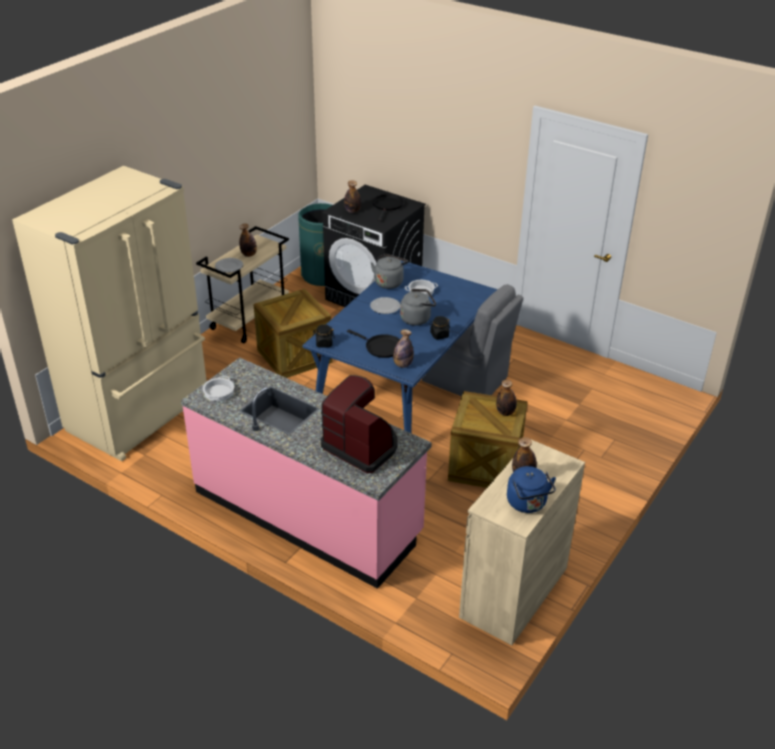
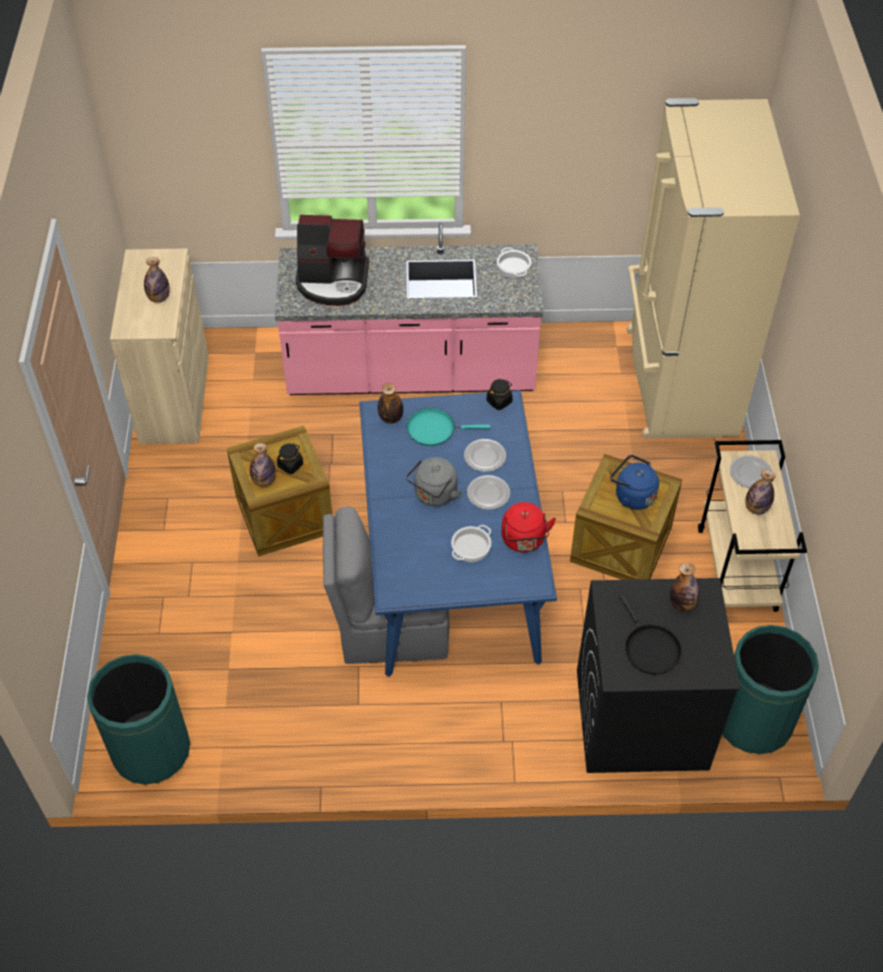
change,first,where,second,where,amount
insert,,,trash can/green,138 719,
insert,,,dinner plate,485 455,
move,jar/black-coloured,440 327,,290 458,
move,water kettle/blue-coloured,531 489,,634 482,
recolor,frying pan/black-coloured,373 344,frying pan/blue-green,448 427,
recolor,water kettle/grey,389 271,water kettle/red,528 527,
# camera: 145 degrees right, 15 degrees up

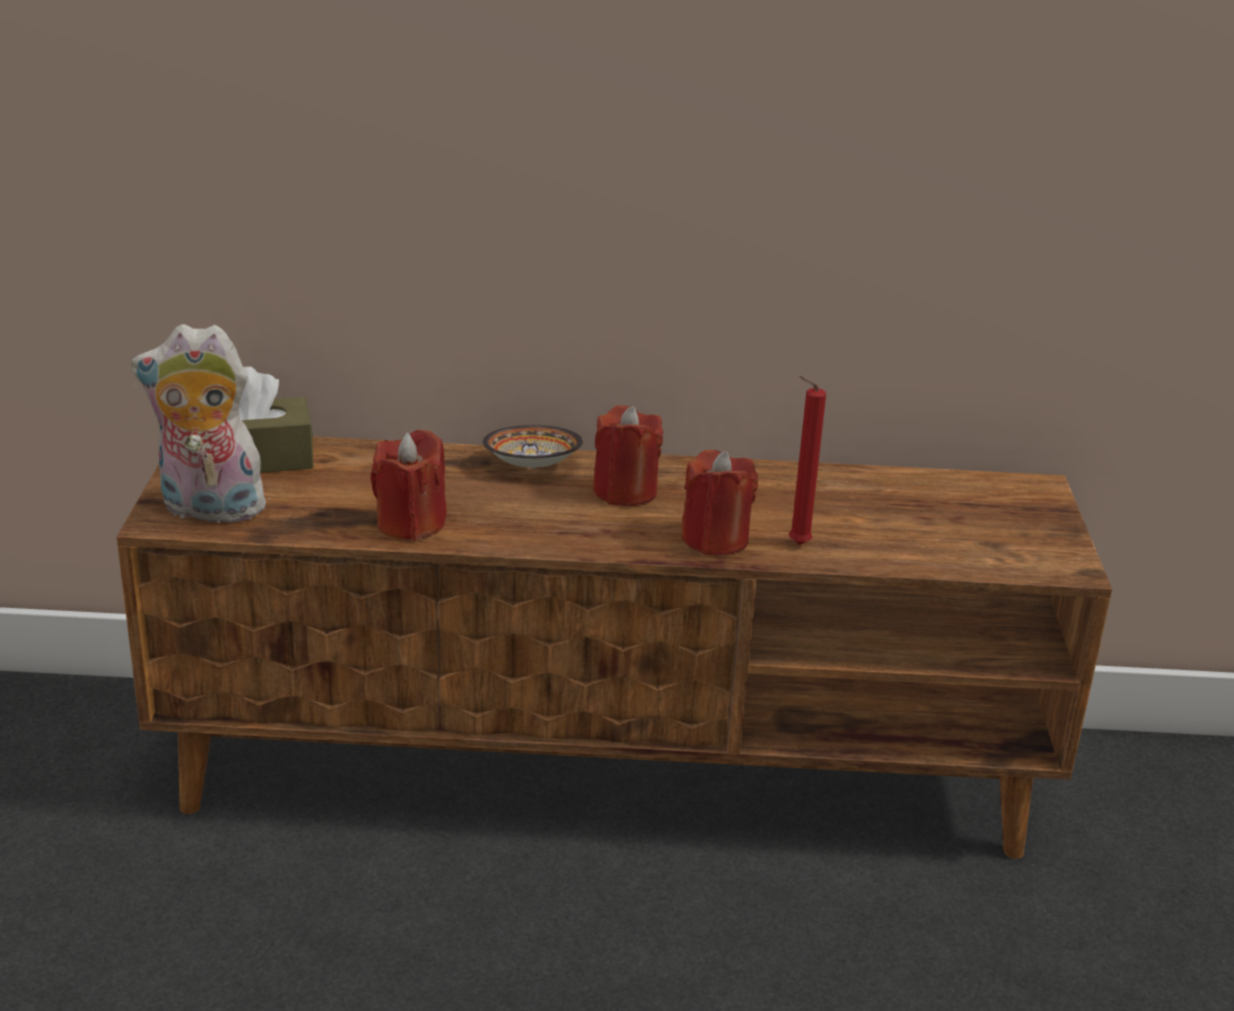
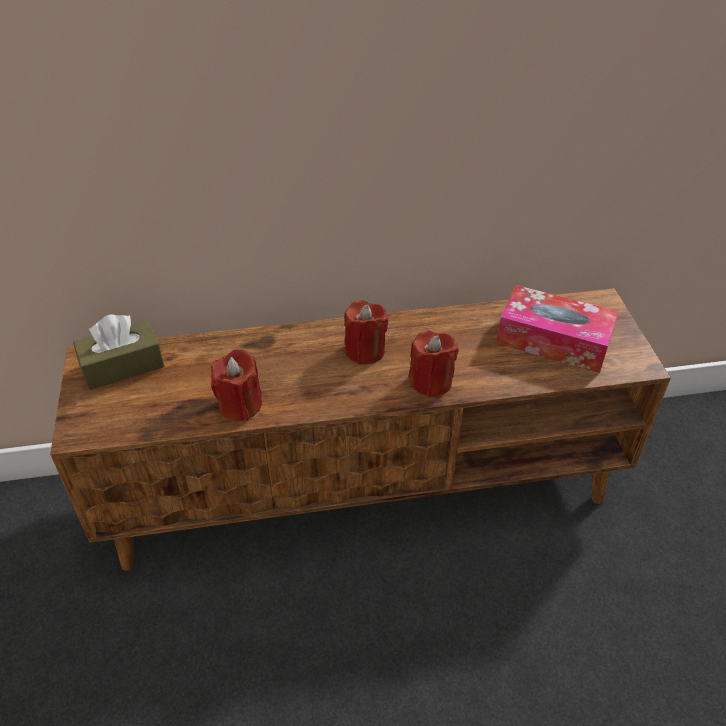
change,first,where,second,where,amount
delete,cuddly toy,203 426,,,
delete,deep dish,533 446,,,
delete,wax light/red,807 460,,,
insert,,,tissue box,557 329,
# camera: 10 degrees left, 15 degrees up

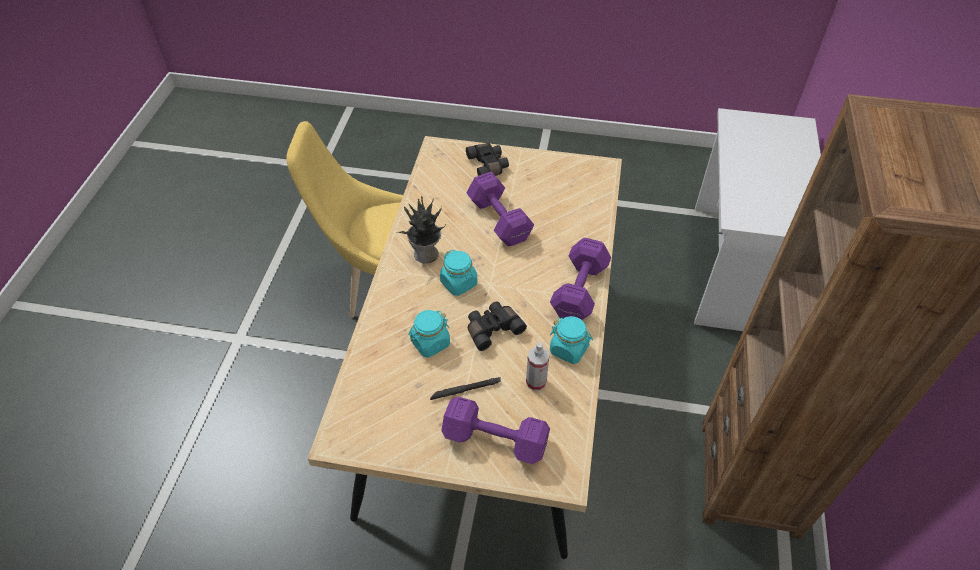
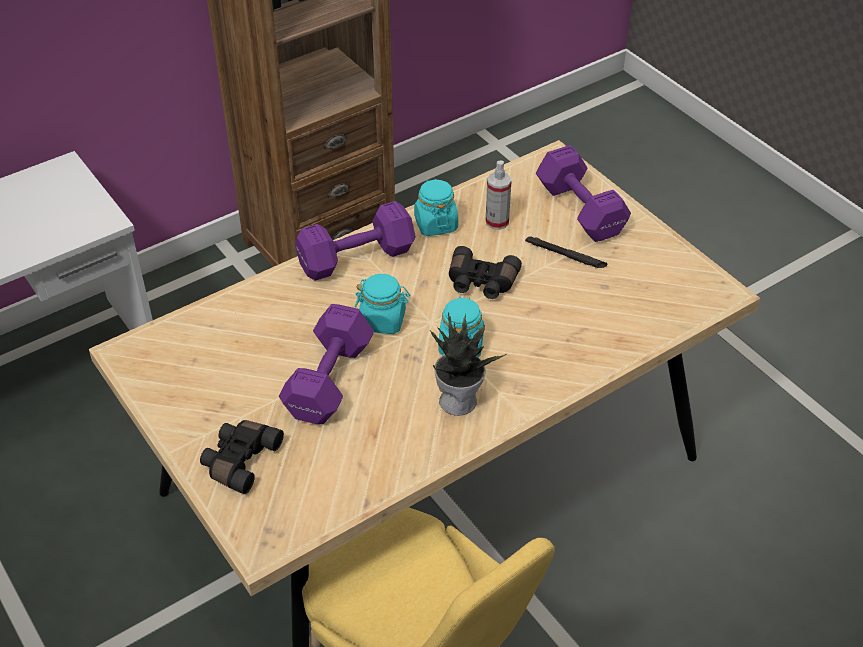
change,first,where,second,where,amount
move,jar/blue-green,429 334,,382 304,
# camera: 135 degrees left, 5 degrees down

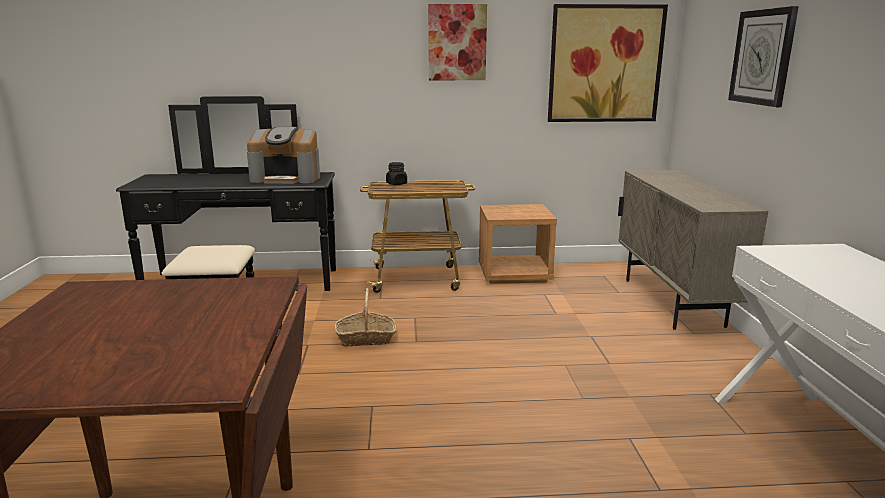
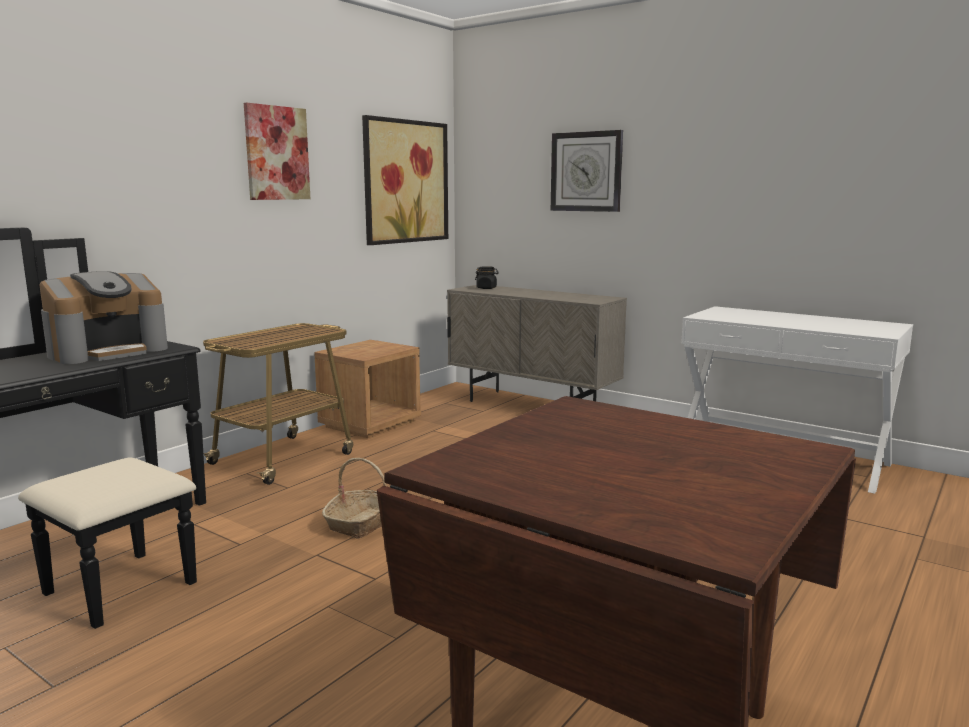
change,first,where,second,where,amount
move,jar/black-coloured,396 173,,487 277,
# camera: 50 degrees left, 5 degrees down

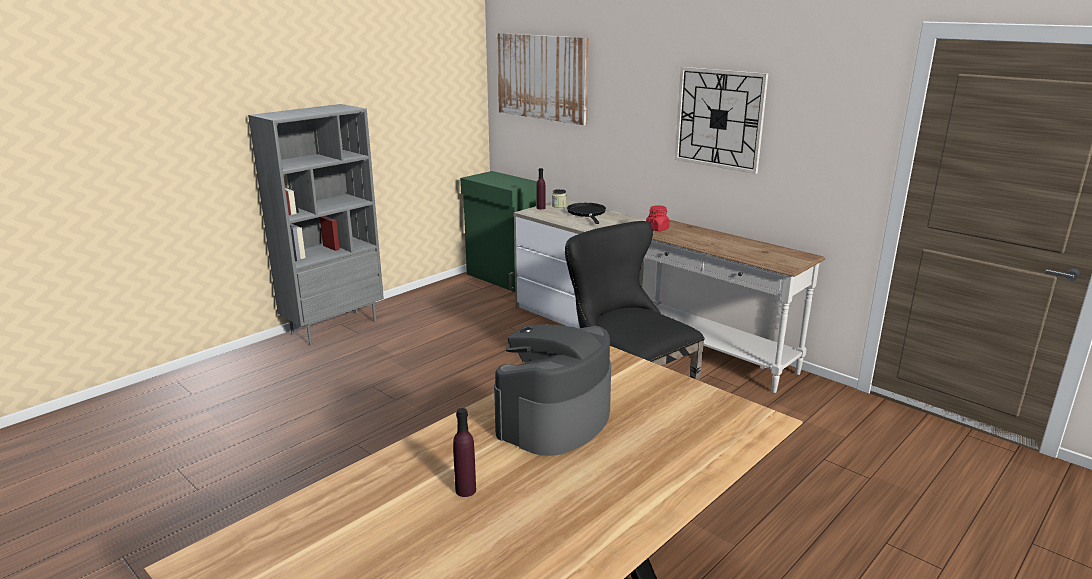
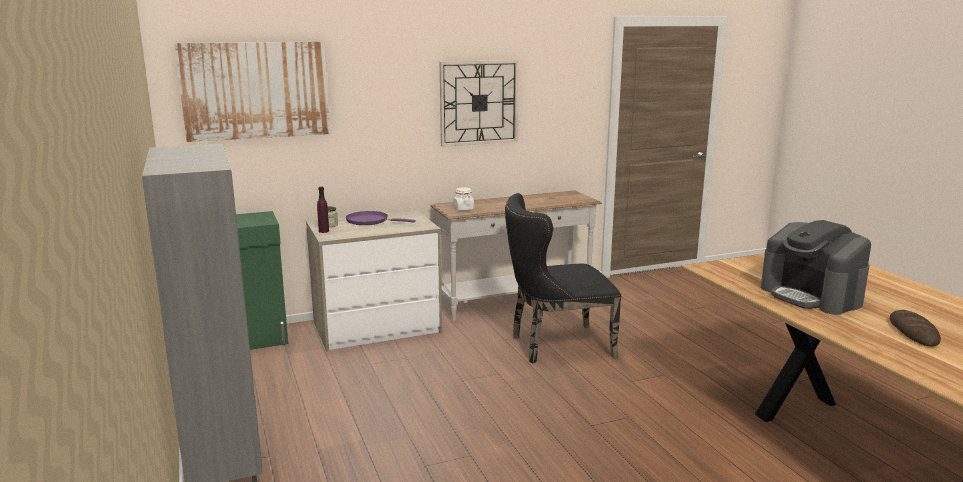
change,first,where,second,where,amount
replace,bottle/purplish,464 452,bread,915 328,
recolor,frying pan/black-coloured,586 213,frying pan/purplish,381 218,
recolor,jar/red,658 218,jar/whitish,463 199,
# camera: 65 degrees left, 5 degrees down

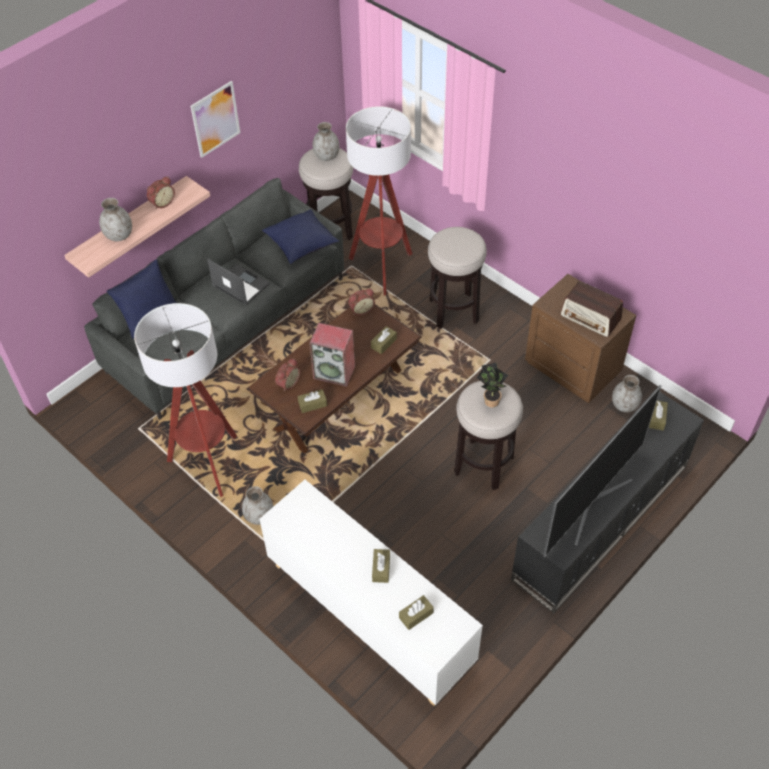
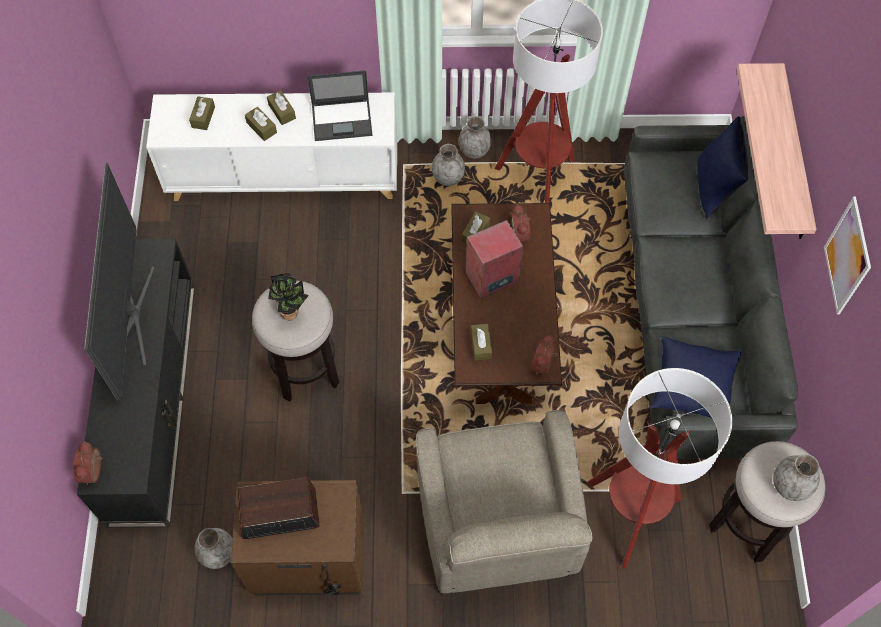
change,first,where,second,where,amount
move,flower vase/grey,115 219,,475 137,
move,table clock,161 193,,87 463,
move,laptop,238 282,,339 105,
move,tissue box/brown-coloured,658 415,,281 107,
replace,sitting stool,457 278,easy chair/sand-coloured,504 503,
# camera: 135 degrees right, 10 degrees up

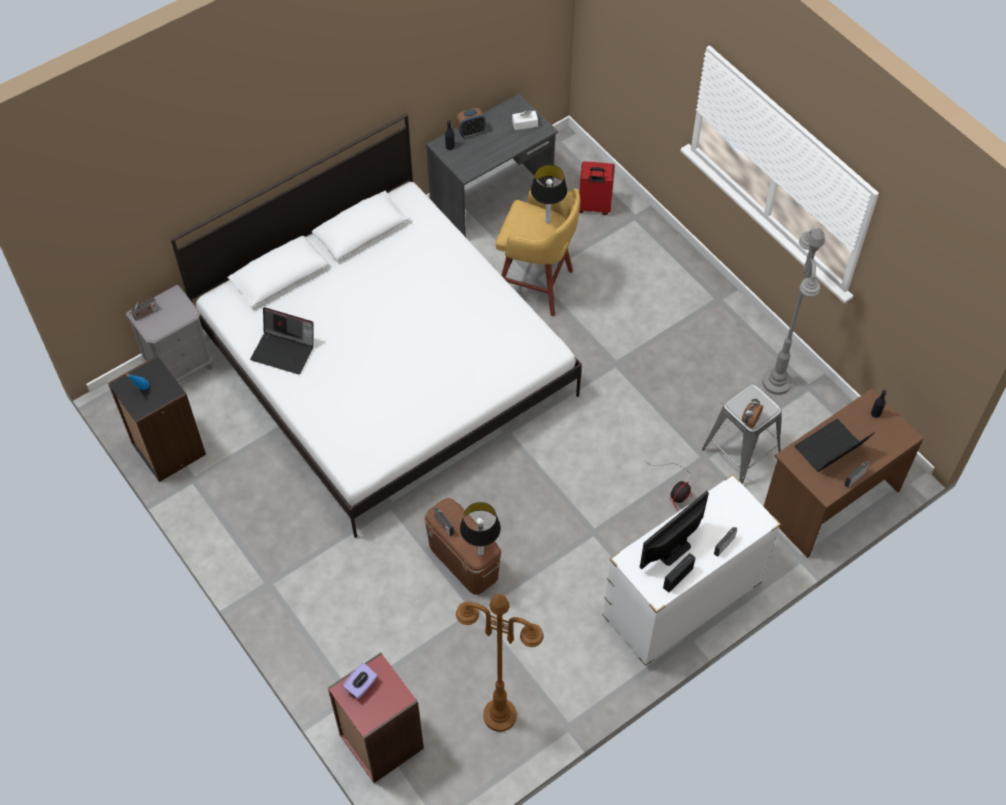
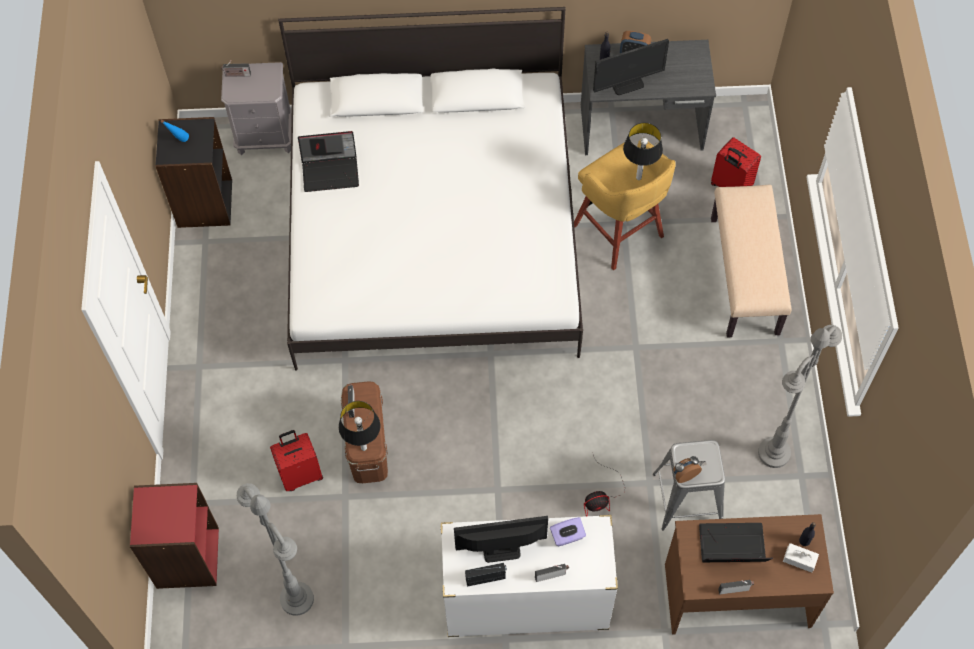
change,first,where,second,where,amount
insert,,,suitcase/red,296 460,
insert,,,computer display,631 67,
insert,,,long seat/sand-coloured,751 261,
move,tissue box/purplish,360 681,,568 532,
move,tissue box/whitish,525 120,,801 558,
recolor,standing lamp/brown-coloured,500 663,standing lamp/grey,275 549,
rotate,laptop,281 340,,328 161,60 degrees counterclockwise
# camera: 35 degrees right, 5 degrees up

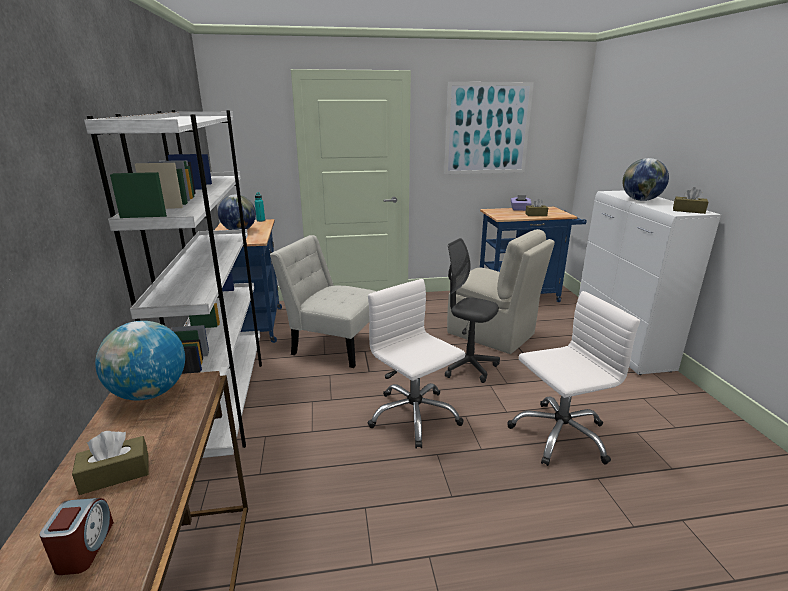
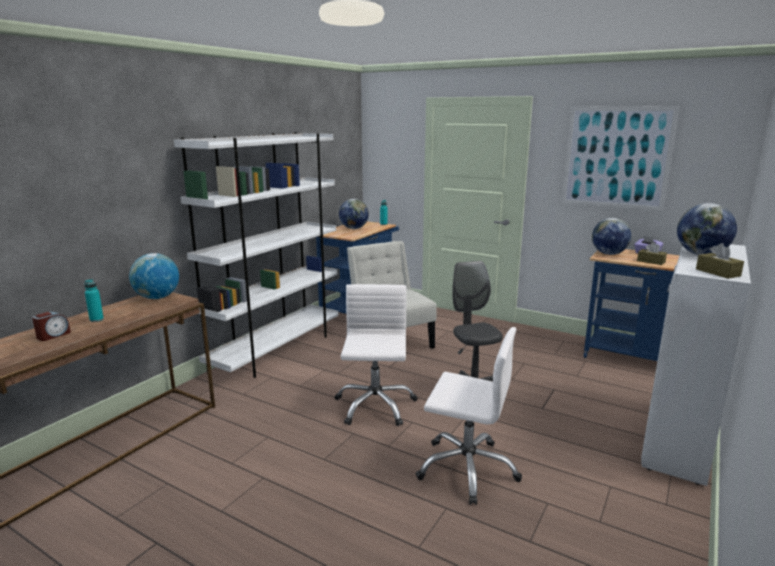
change,first,where,second,where,amount
delete,upright chair/sand-coloured,501 291,,,
insert,,,desk globe,611 236,
replace,tissue box/brown-coloured,110 463,bottle/blue-green,94 300,
# camera: 40 degrees right, 5 degrees down

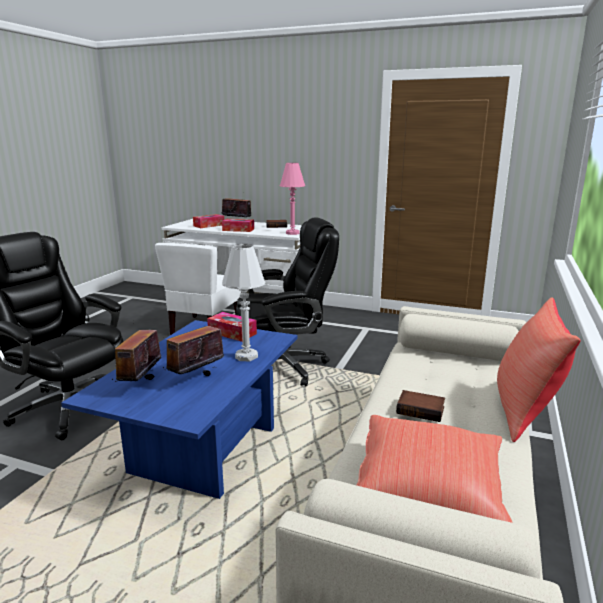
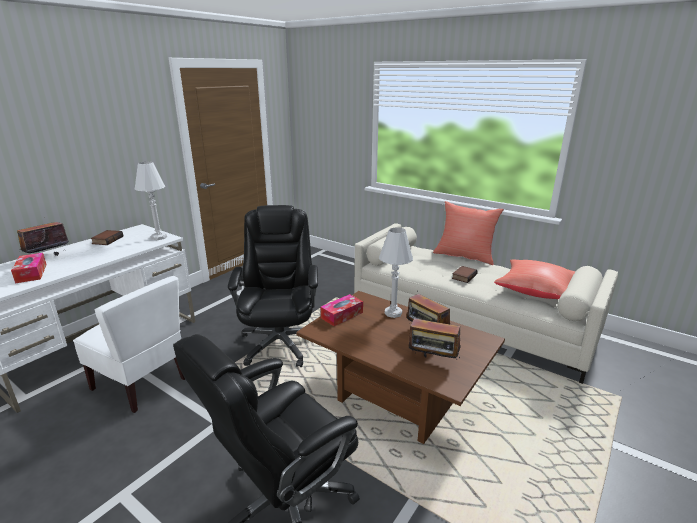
change,first,where,second,where,amount
delete,tissue box,238 225,,,
recolor,low table/blue-coloured,179 409,low table/brown-coloured,400 367,
recolor,table lamp/pink,292 199,table lamp/whitish,150 200,
# camera: 75 degrees left, 5 degrees up

